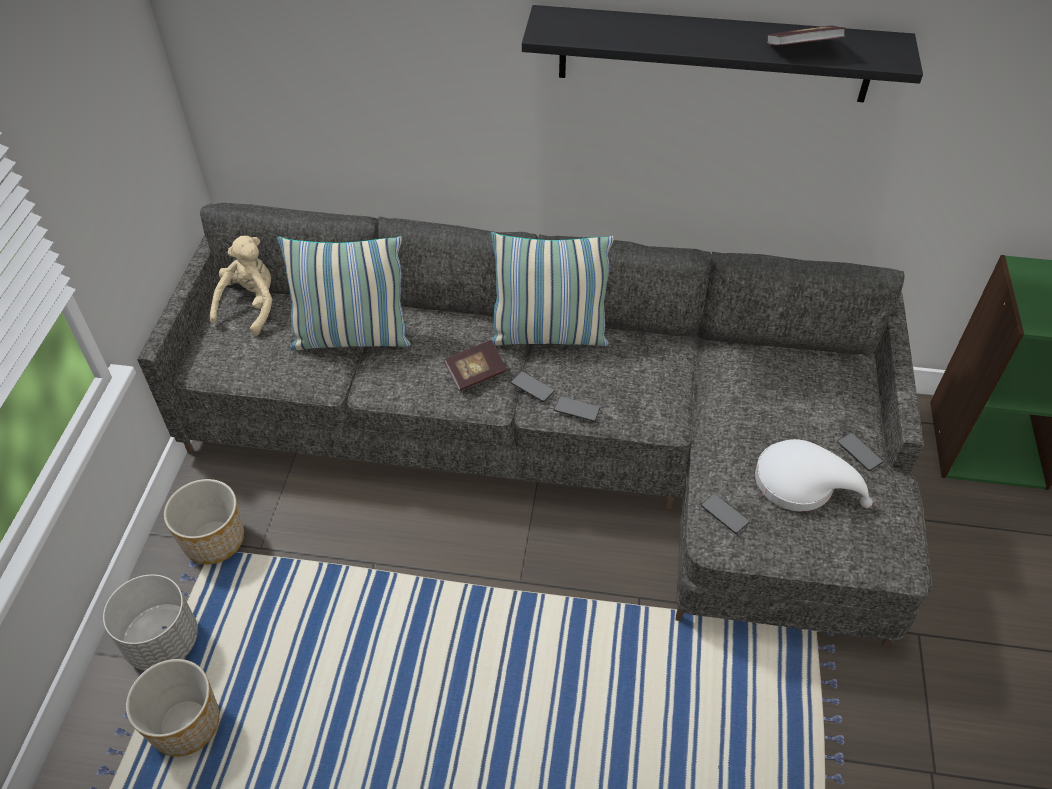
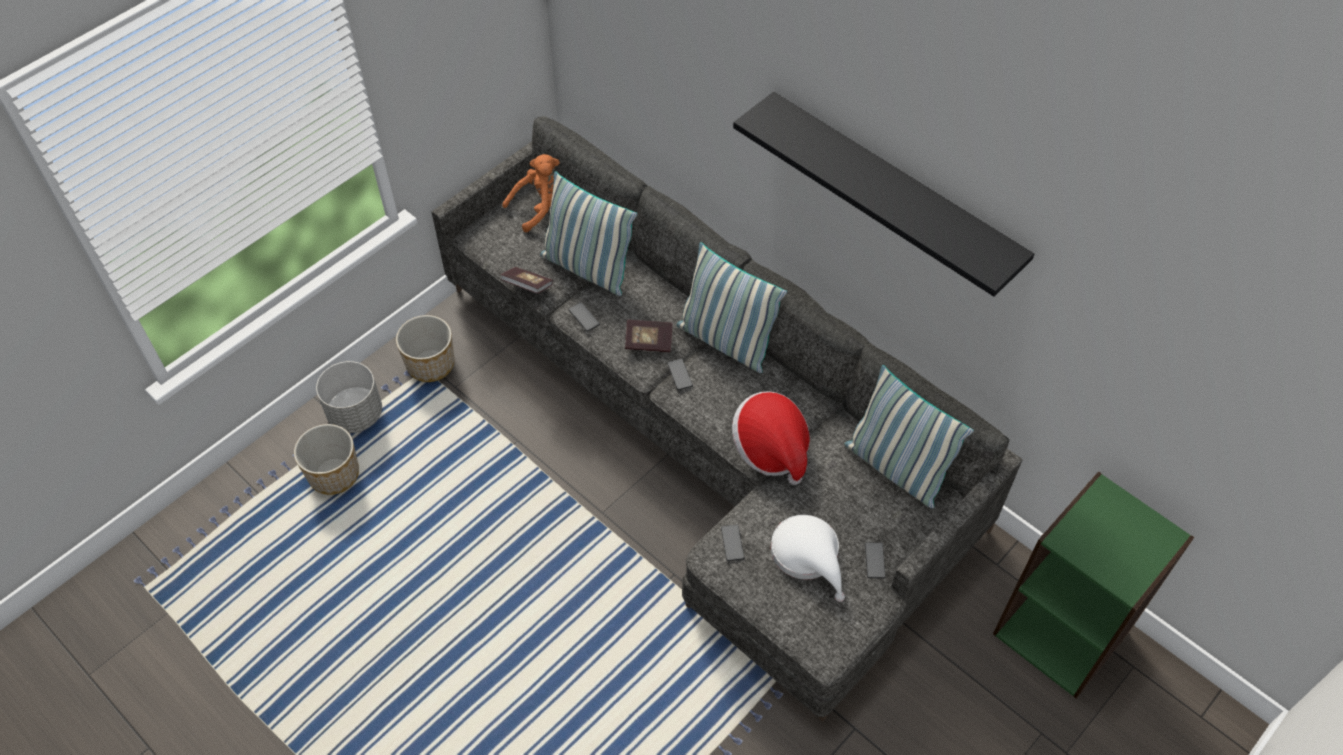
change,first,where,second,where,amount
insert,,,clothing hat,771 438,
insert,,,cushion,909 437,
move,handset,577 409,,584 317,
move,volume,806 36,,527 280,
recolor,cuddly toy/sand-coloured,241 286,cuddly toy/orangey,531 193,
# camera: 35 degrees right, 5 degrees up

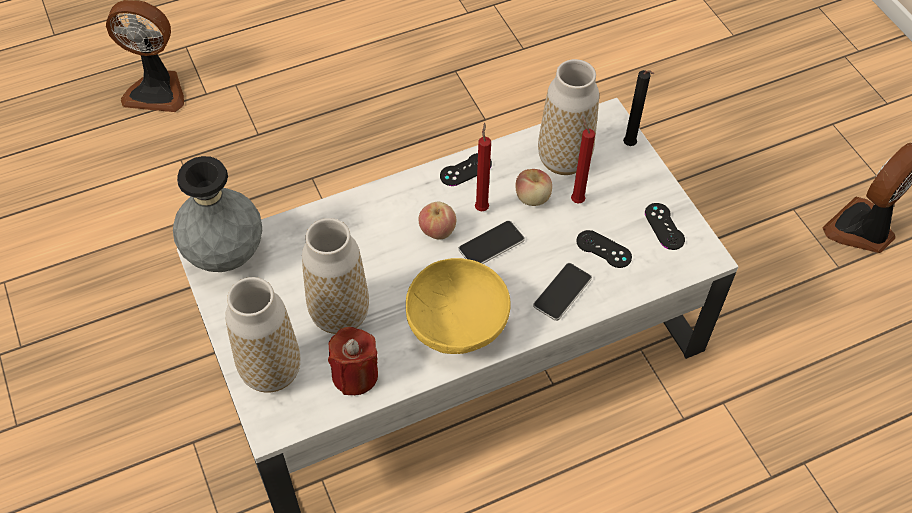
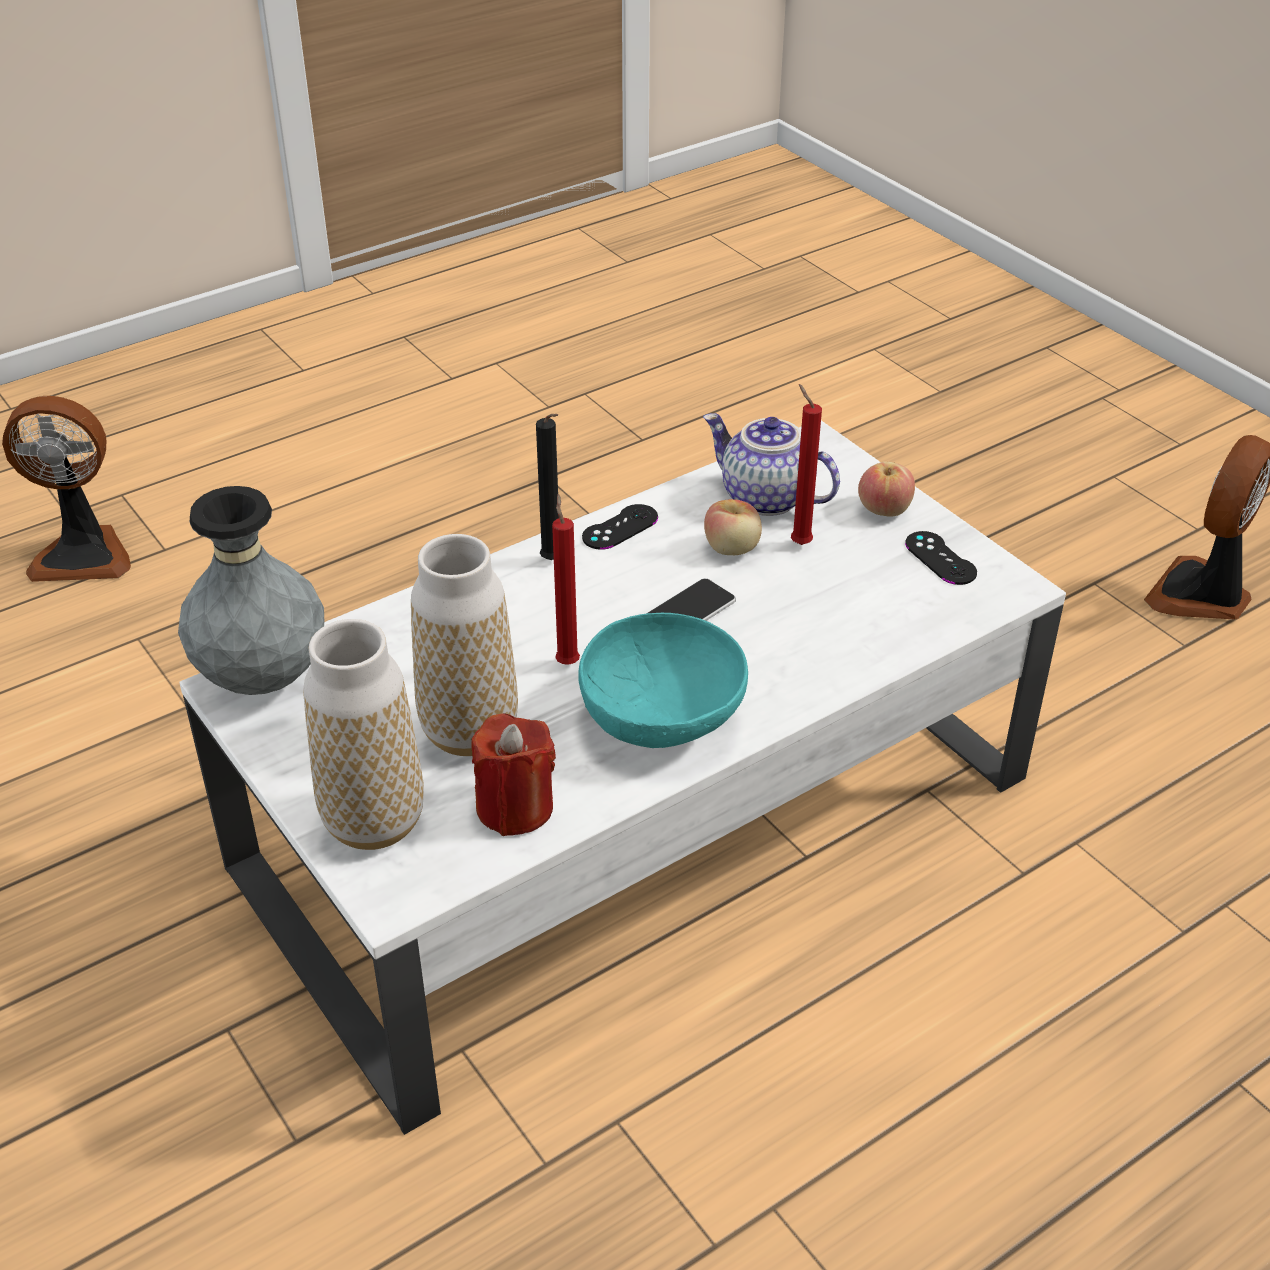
change,first,where,second,where,amount
delete,handset,562 292,,,
delete,game controller/black-coloured,604 249,,,
move,apple fruit,437 221,,886 489,
move,wax light/red,483 167,,566 579,
move,wax light/black-coloured,638 108,,547 487,
replace,flower vase,568 117,pot for tea,771 464,
recolor,deep dish/yellowish,458 306,deep dish/blue-green,663 680,
# camera: 10 degrees left, 15 degrees down

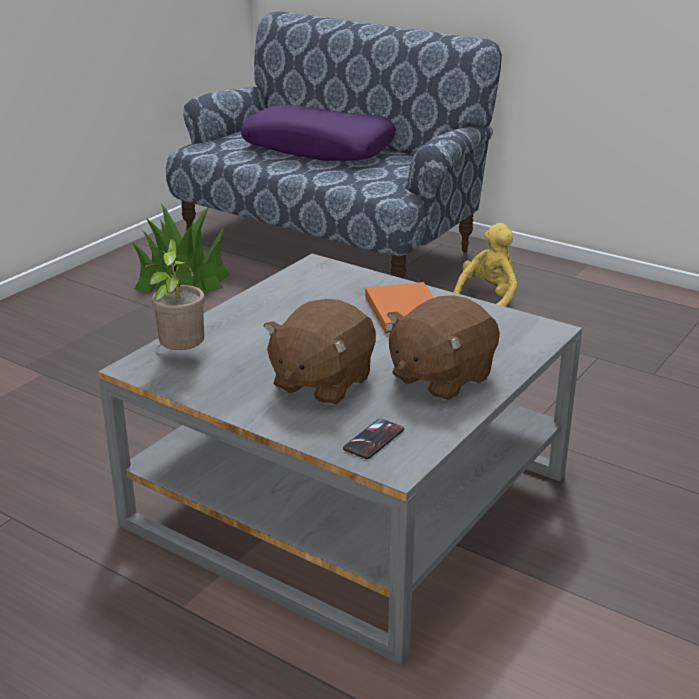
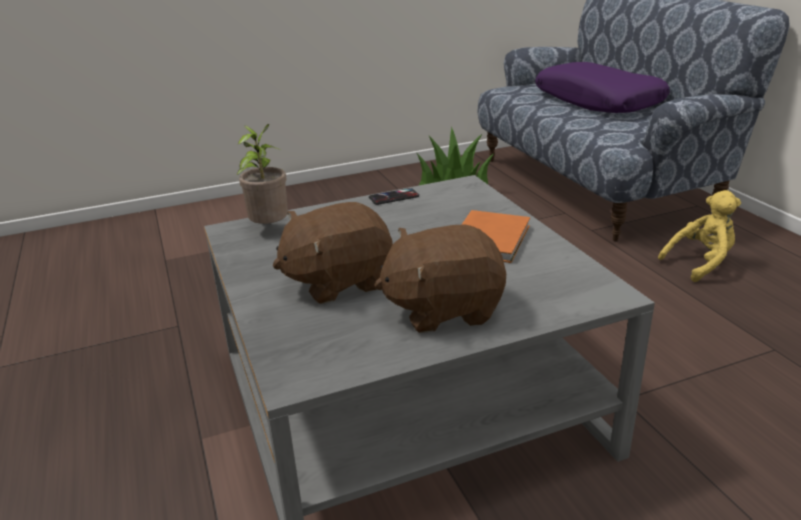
change,first,where,second,where,amount
move,handset,373 439,,394 196,
# camera: 35 degrees right, 0 degrees up

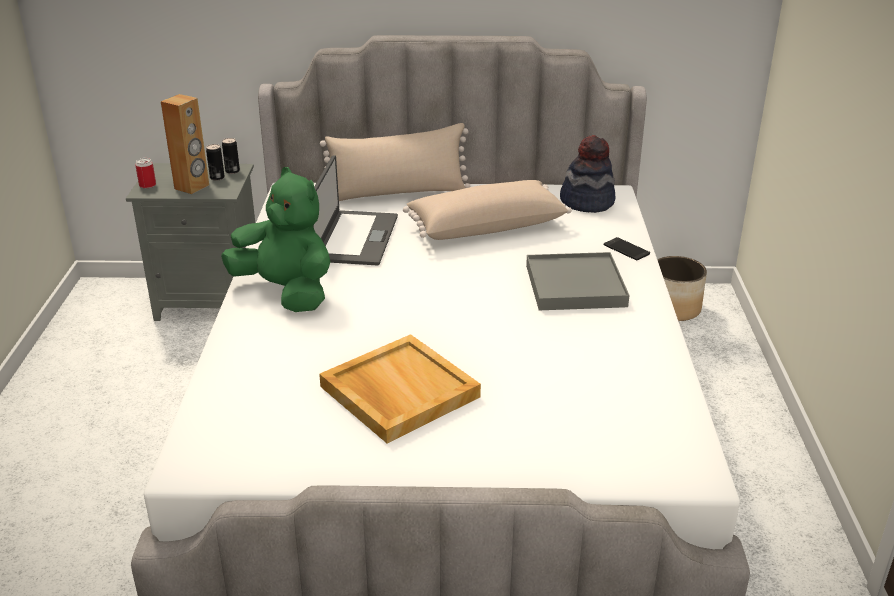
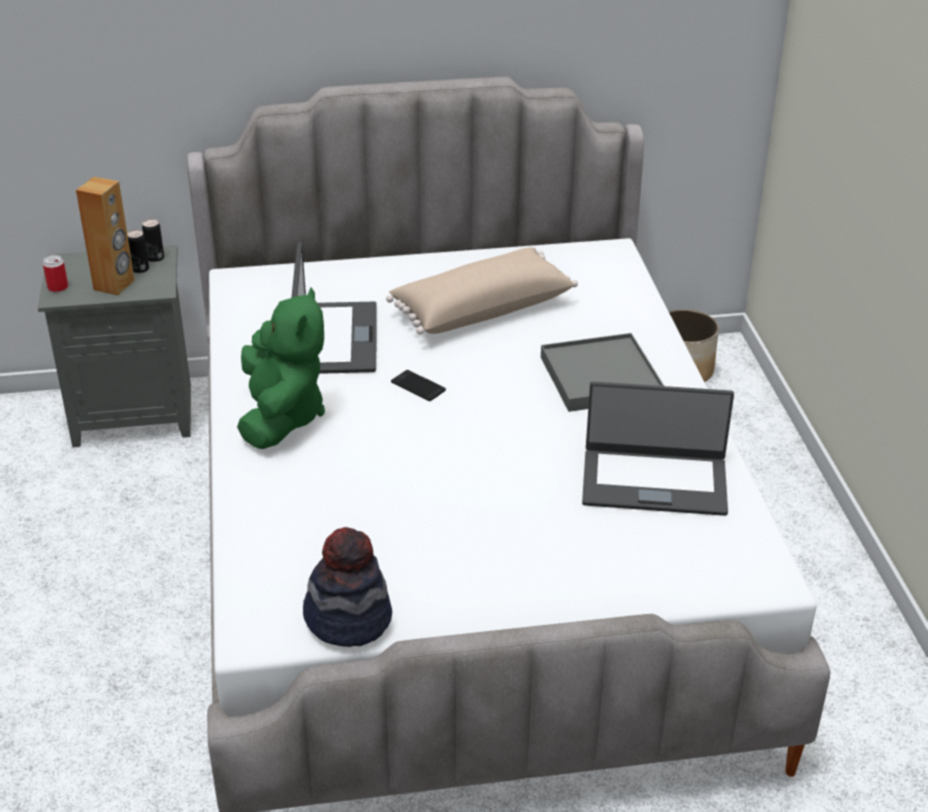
change,first,where,second,where,amount
delete,tray/sand-coloured,400 388,,,
delete,cushion/sand-coloured,395 162,,,
insert,,,laptop,658 449,
move,clothing hat,587 174,,347 587,
move,handset,627 249,,418 385,
rotate,cuddly toy/green,276 239,,281 368,60 degrees clockwise
# camera: 10 degrees left, 5 degrees up

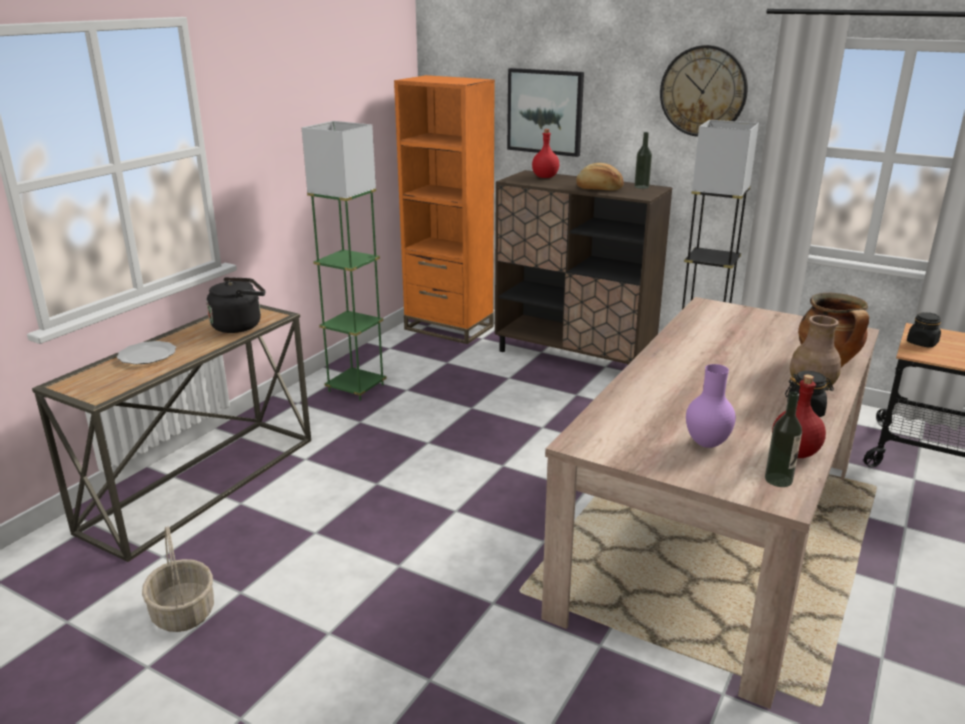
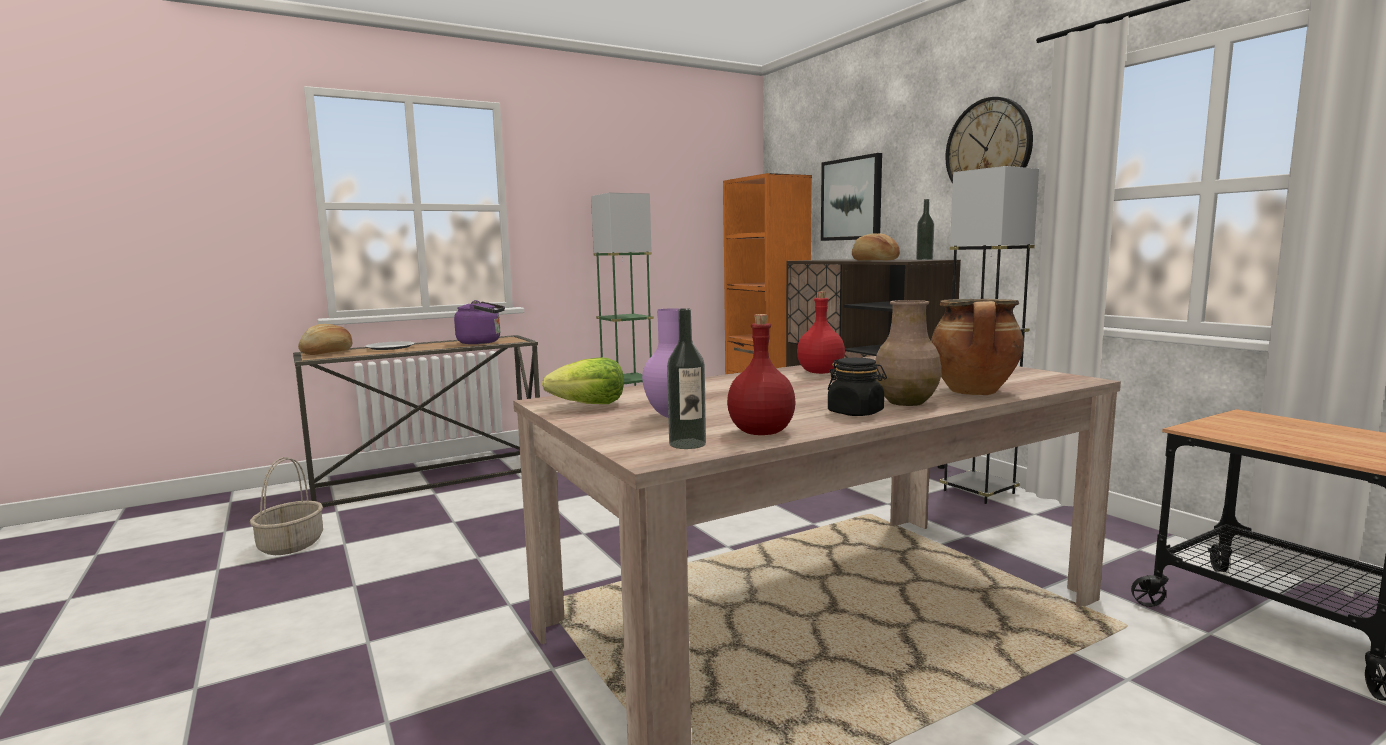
change,first,where,second,where,amount
delete,jar/black-coloured,924 330,,,
insert,,,bread,325 339,
insert,,,lettuce,583 381,
move,bottle/red,545 153,,821 333,
recolor,water kettle/black-coloured,235 305,water kettle/purplish,479 322,
# camera: 30 degrees right, 15 degrees down

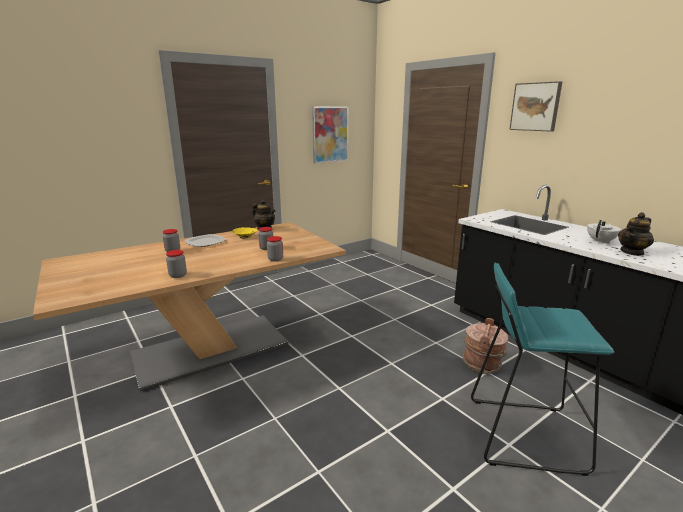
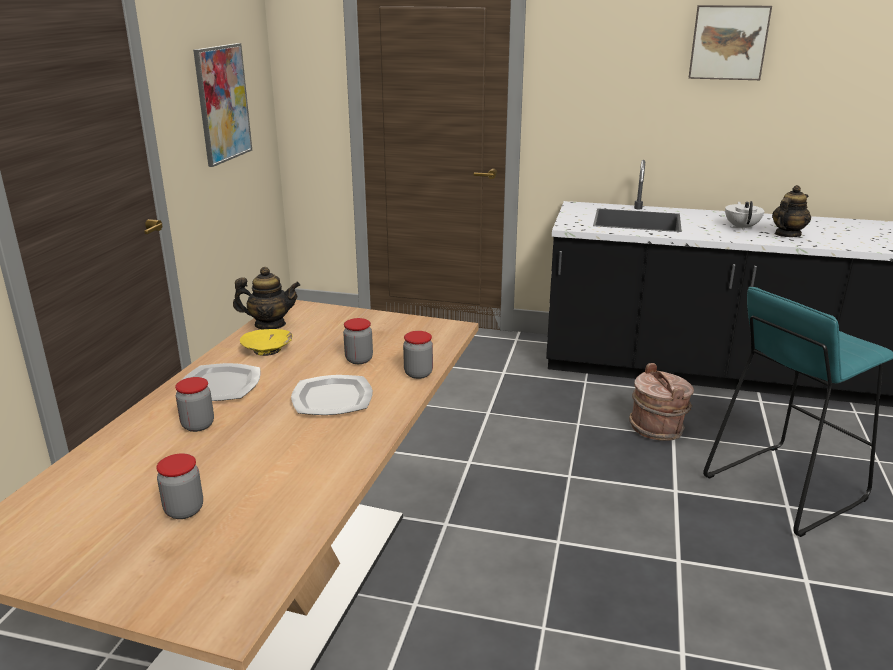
change,first,where,second,where,amount
insert,,,dinner plate,332 395,
move,jar,176 264,,179 486,
move,picture,535 106,,730 42,
rotate,pot for tea,636 234,,791 211,150 degrees counterclockwise
# camera: 40 degrees left, 5 degrees up

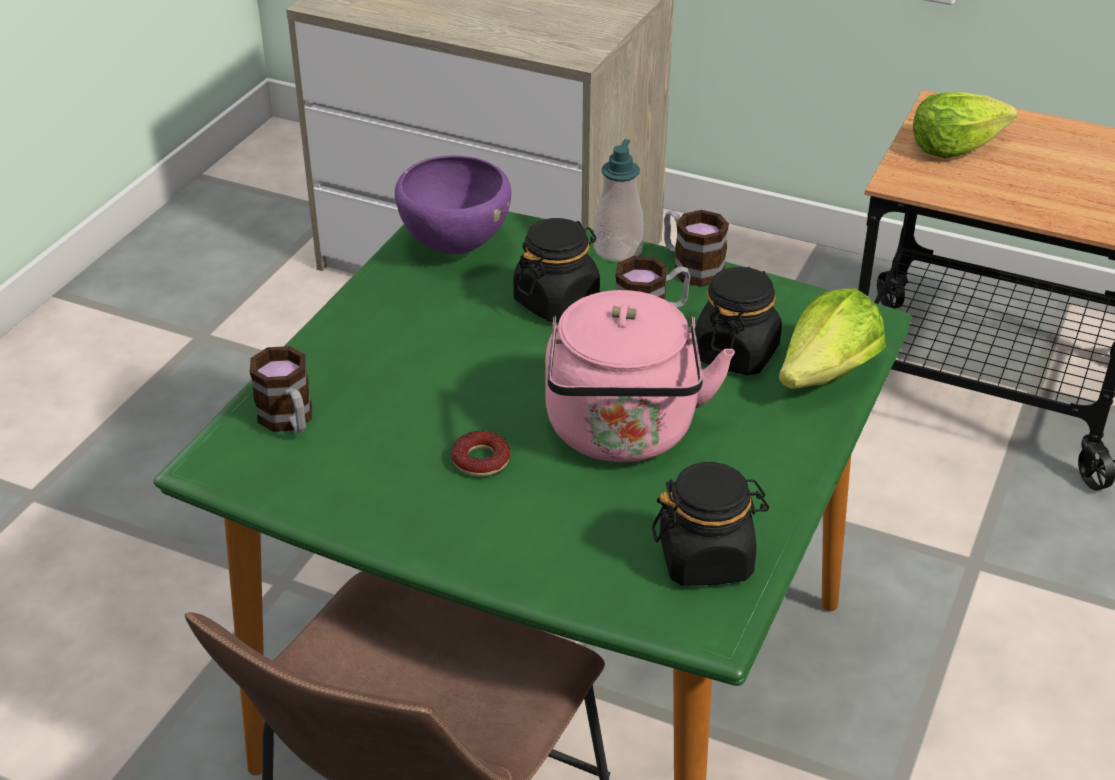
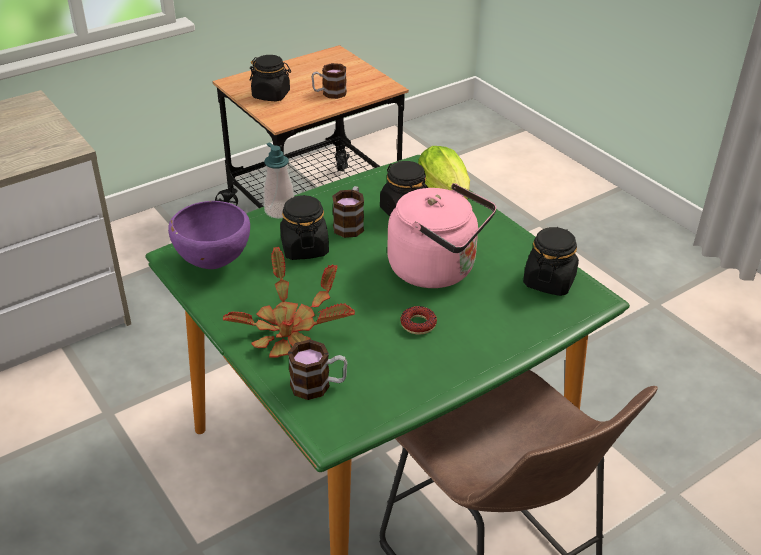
change,first,where,second,where,amount
insert,,,potted plant,289 302,
move,tea mug,696 248,,329 81,
replace,lettuce,965 125,jar/black-coloured,270 78,
# camera: 60 degrees left, 0 degrees up

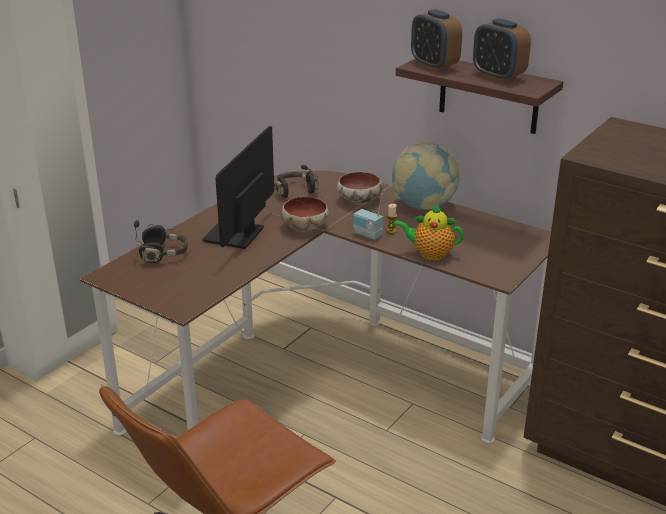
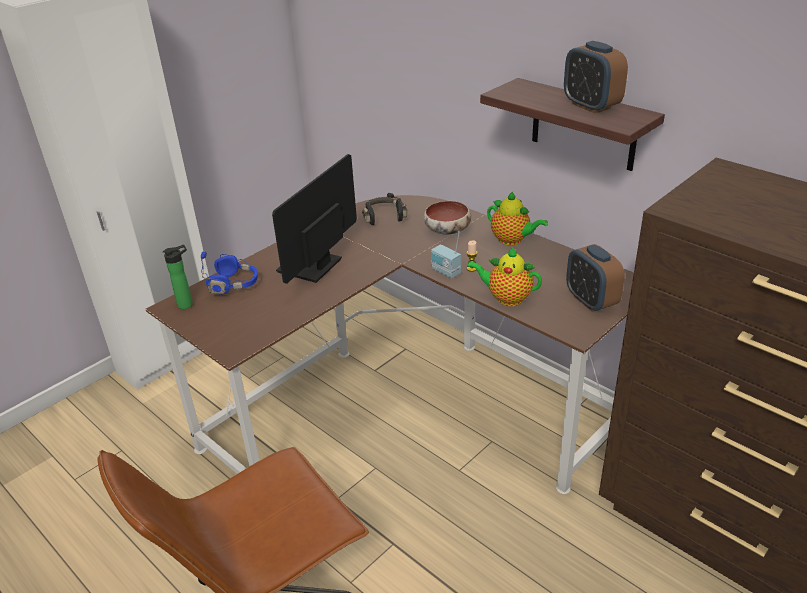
change,first,where,second,where,amount
delete,deep dish,305 213,,,
insert,,,bottle,178 277,
move,table clock,436 40,,595 278,
replace,desk globe,426 176,pot for tea,517 219,
recolor,headset/black-coloured,161 241,headset/blue-coloured,229 272,
# camera: 10 degrees right, 5 degrees up

